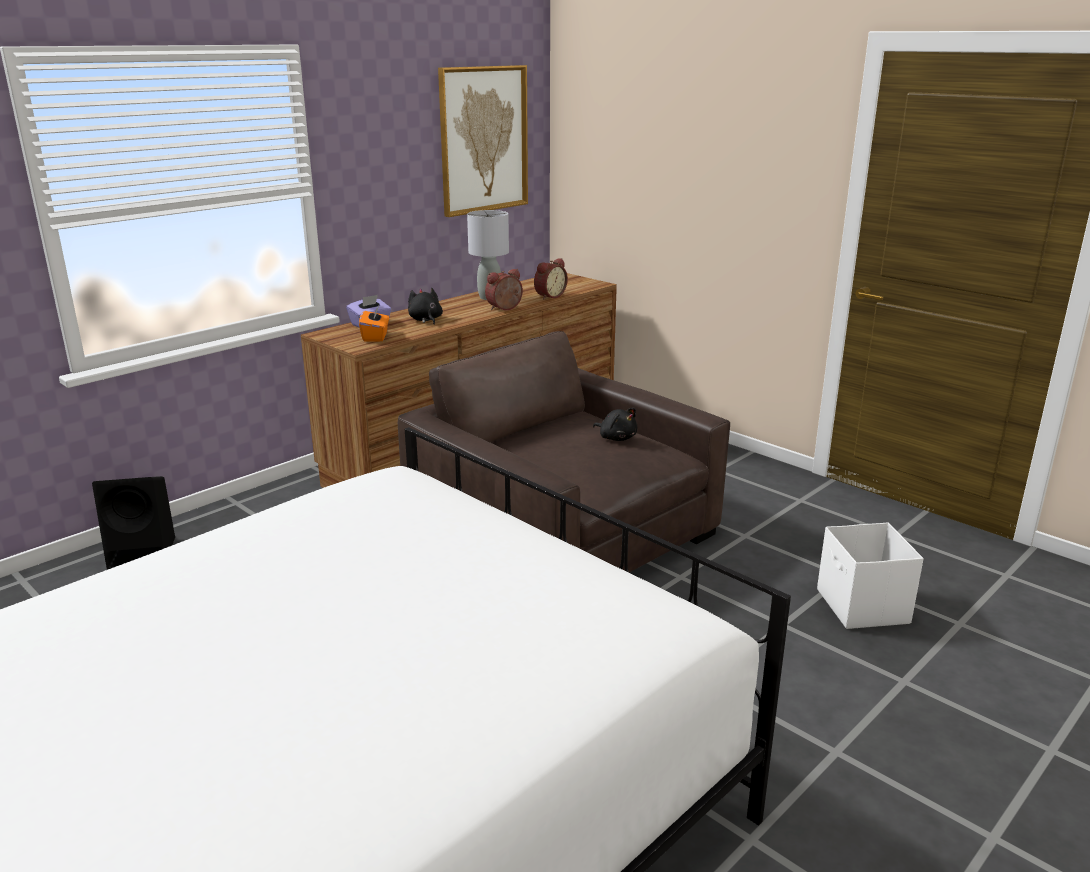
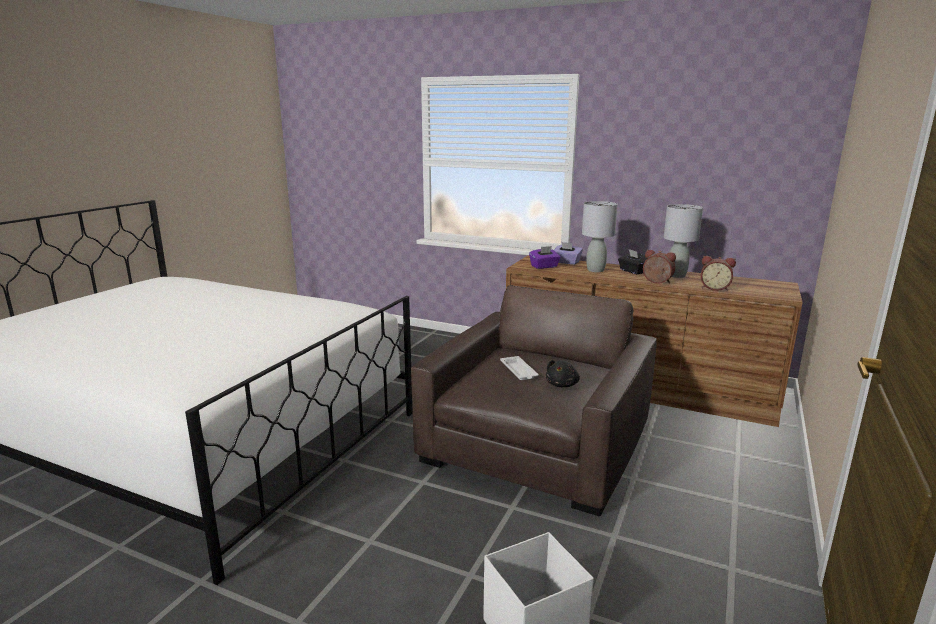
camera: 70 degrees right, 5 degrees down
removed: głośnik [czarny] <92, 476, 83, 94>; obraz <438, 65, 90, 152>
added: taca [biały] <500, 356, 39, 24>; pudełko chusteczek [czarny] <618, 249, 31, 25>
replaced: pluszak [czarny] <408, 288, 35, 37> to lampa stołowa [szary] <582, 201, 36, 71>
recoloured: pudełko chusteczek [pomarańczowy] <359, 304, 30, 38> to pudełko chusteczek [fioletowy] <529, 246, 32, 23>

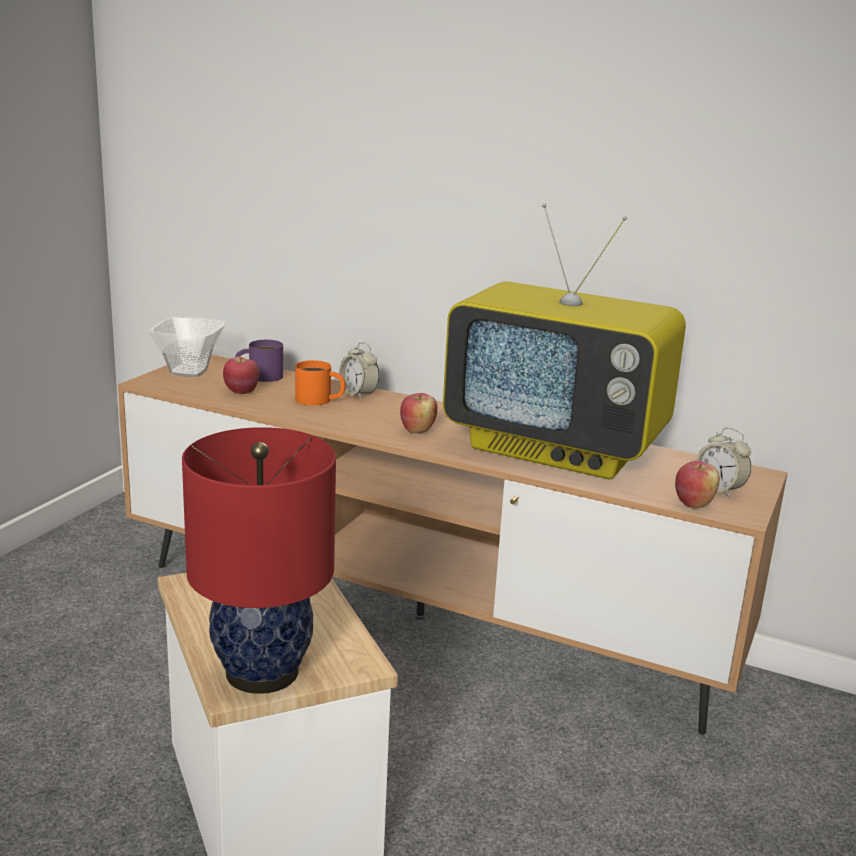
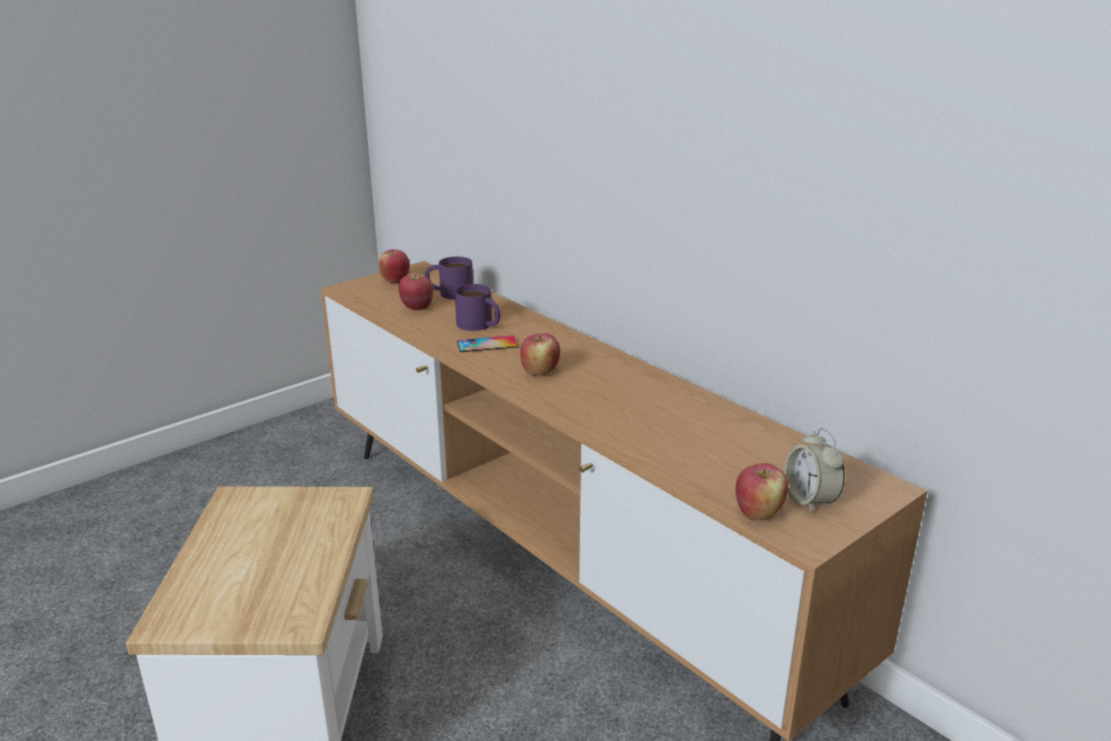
camera: 25 degrees right, 5 degrees up
removed: lampa stołowa [czerwony] <182, 427, 154, 267>; budzik <339, 342, 40, 58>; telewizor <443, 203, 243, 276>
added: telefon <457, 336, 61, 16>
replaced: miska <148, 316, 77, 61> to jabłko <378, 250, 32, 34>
recoloured: kubek [pomarańczowy] <295, 360, 51, 46> to kubek [fioletowy] <455, 284, 45, 47>

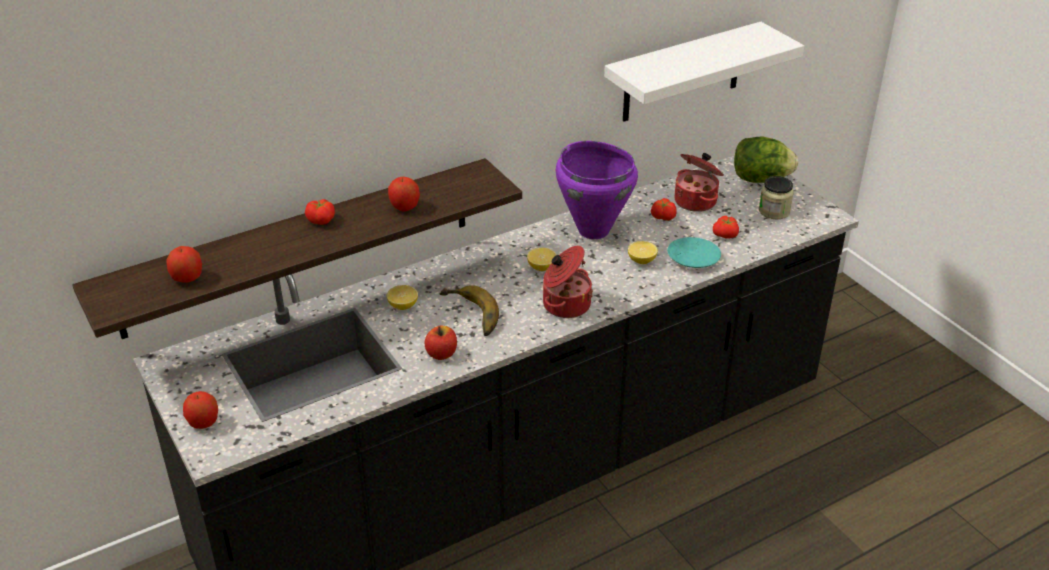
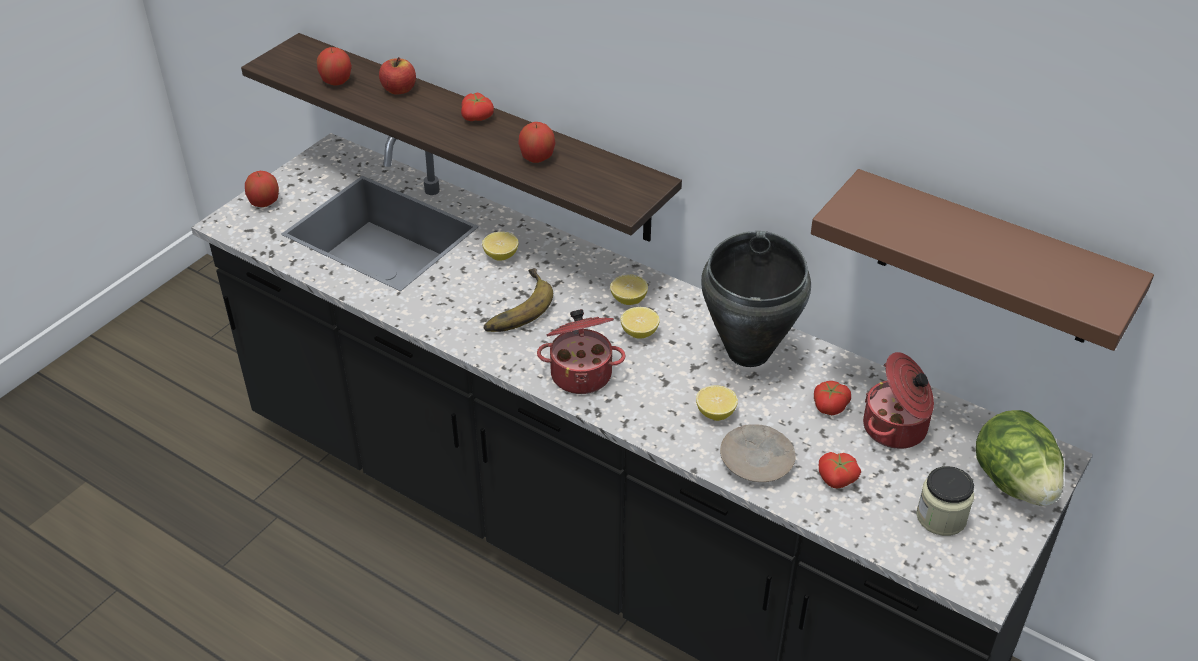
camera: 65 degrees right, 5 degrees up
added: cytryna <610, 275, 38, 30>
moved: jabłko <425, 326, 32, 34> to <379, 57, 37, 38>
recoloured: garnek [fioletowy] <556, 141, 82, 98> to garnek [czarny] <701, 231, 110, 136>; półka [biały] <604, 22, 200, 100> to półka [brązowy] <811, 169, 343, 182>; talerz [turkusowy] <667, 237, 54, 31> to talerz [beżowy] <720, 424, 76, 58>

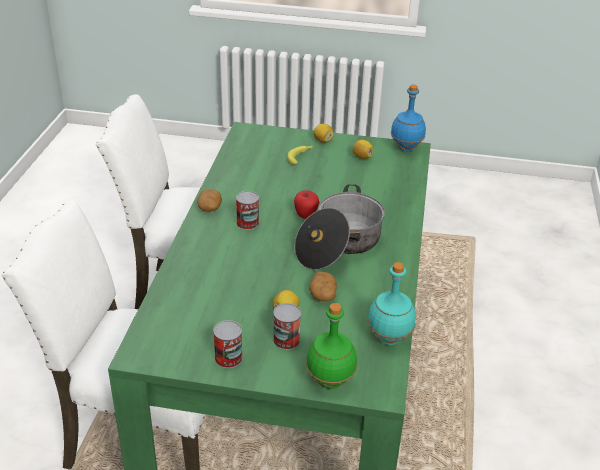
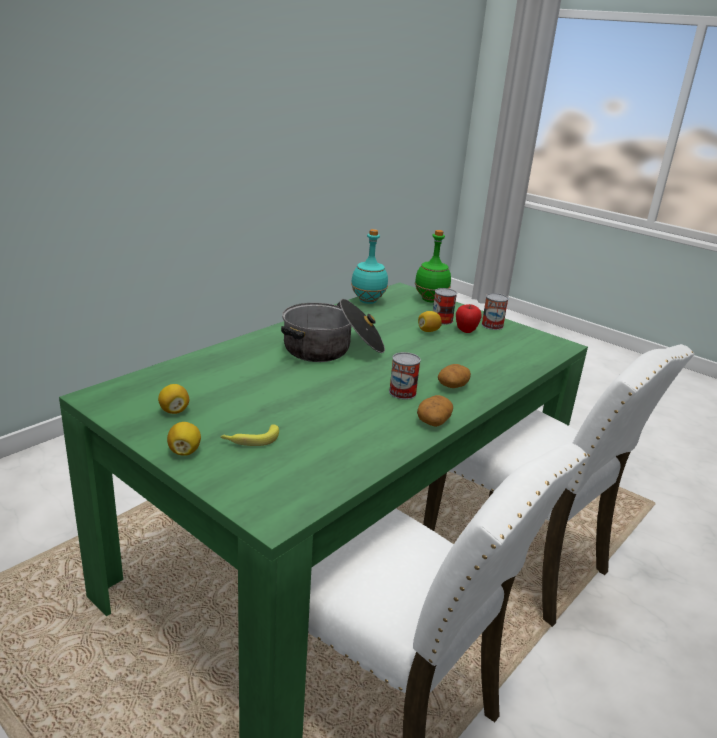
camera: 150 degrees left, 10 degrees down
removed: butelka [niebieski] <391, 85, 35, 66>
moved: jabłko <294, 190, 25, 29> to <456, 304, 26, 29>; ziemniak <309, 272, 28, 30> to <438, 364, 33, 24>

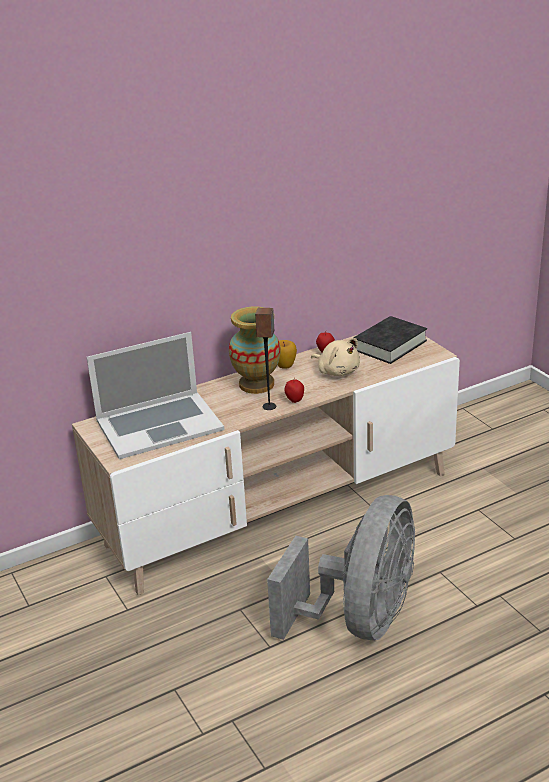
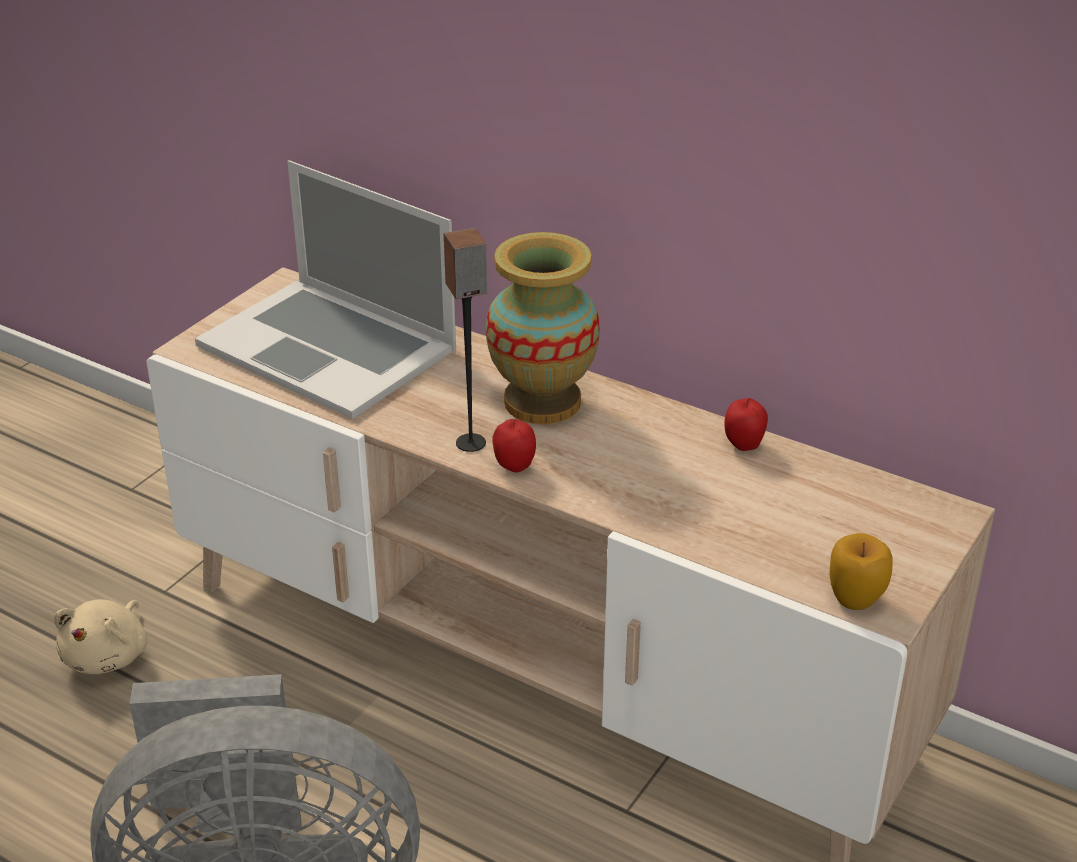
camera: 60 degrees right, 5 degrees up
removed: książka [czarny] <353, 316, 74, 48>
moved: jabłko <278, 340, 19, 29> to <830, 533, 62, 77>; pluszak [beżowy] <311, 338, 49, 38> to <54, 599, 94, 75>

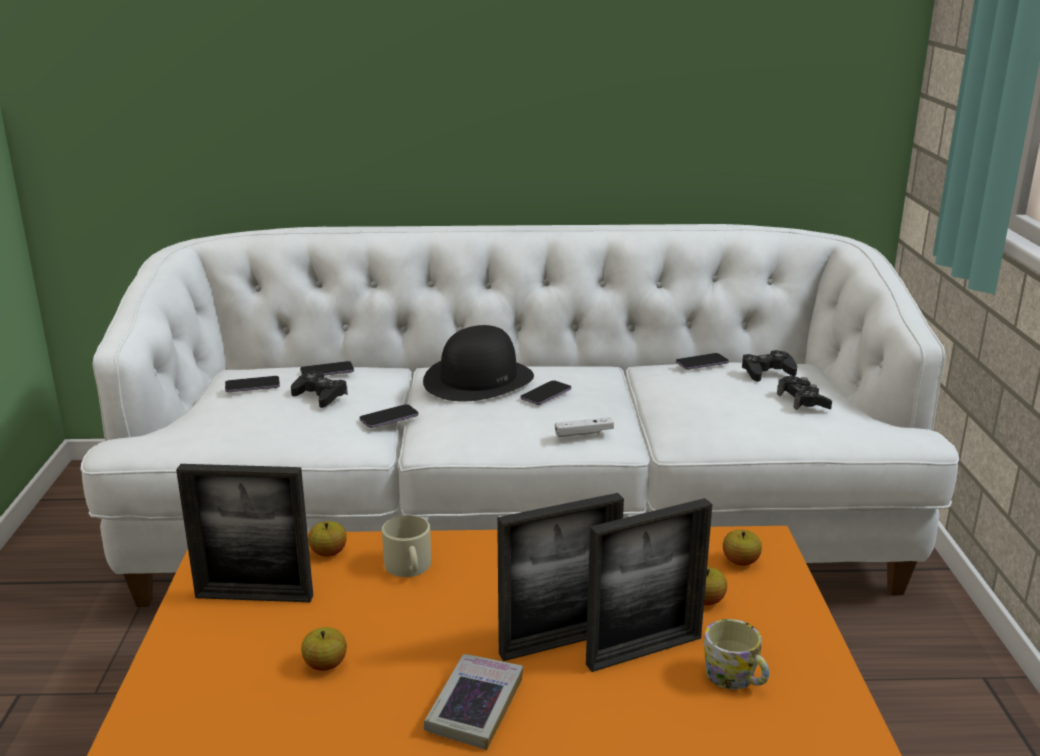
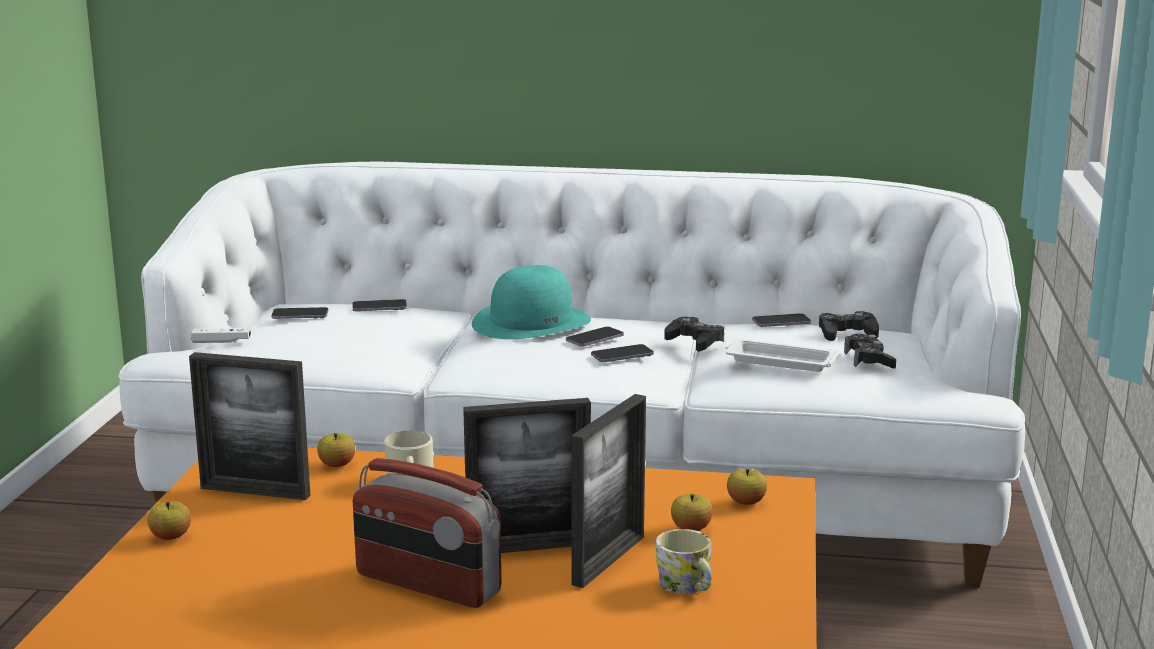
camera: 10 degrees right, 5 degrees down
added: taca [biały] <725, 339, 114, 33>
moved: pad do gier [czarny] <291, 371, 57, 37> to <664, 317, 60, 35>; jabłko <301, 627, 46, 44> to <147, 501, 44, 39>; telefon <359, 404, 60, 24> to <591, 344, 63, 18>; pad do gier [biały] <555, 417, 59, 20> to <191, 328, 60, 15>
replaced: książka <424, 654, 99, 96> to radio <353, 458, 148, 150>
recoloured: kapelusz [czarny] <423, 325, 111, 76> to kapelusz [turkusowy] <472, 265, 119, 74>
turned: ramka na zdjęcie <586, 498, 126, 174> = <571, 394, 75, 194> 45 degrees counterclockwise

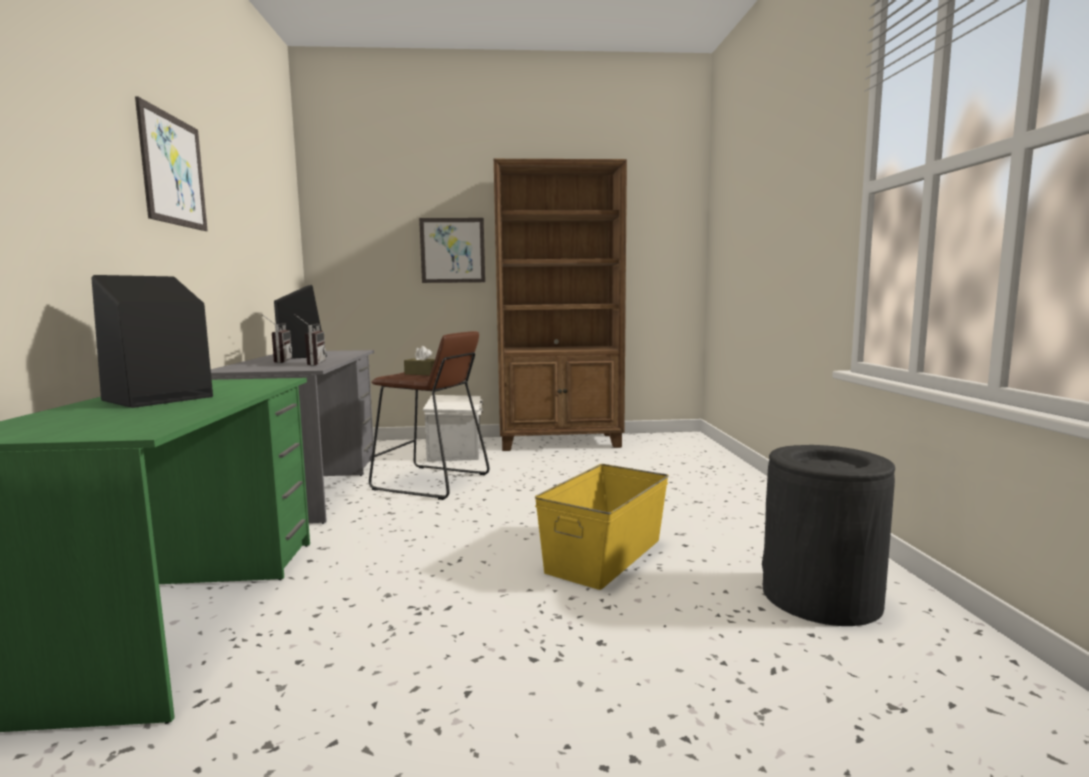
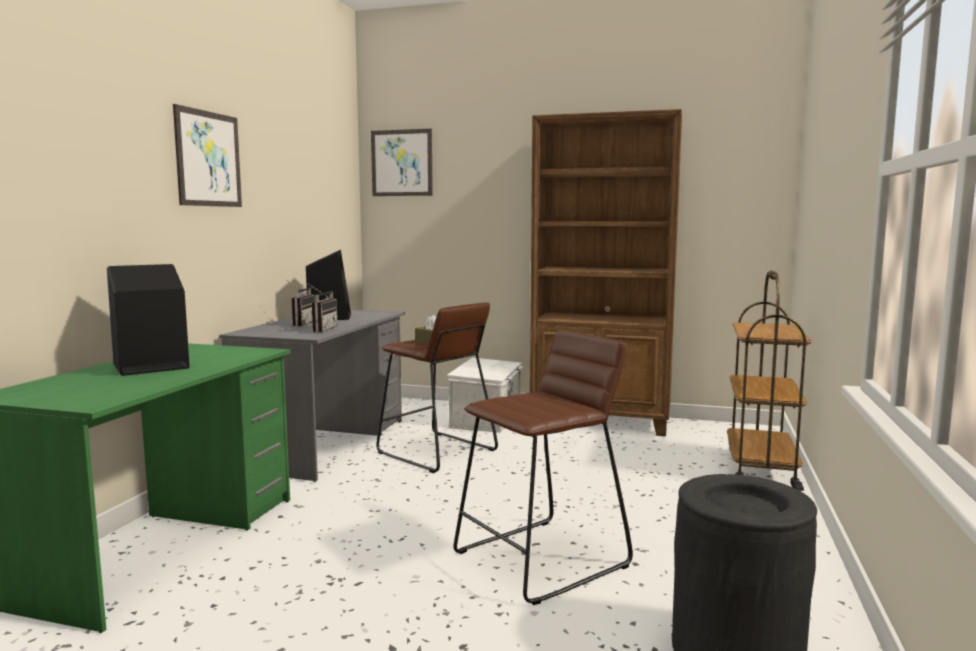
camera: 20 degrees right, 0 degrees up
added: wózek [brązowy] <727, 271, 85, 220>
moved: obraz <419, 218, 66, 65> to <371, 129, 62, 67>
replaced: pojemnik do przechowywania [żółty] <535, 464, 134, 126> to stołek [brązowy] <453, 330, 180, 275>

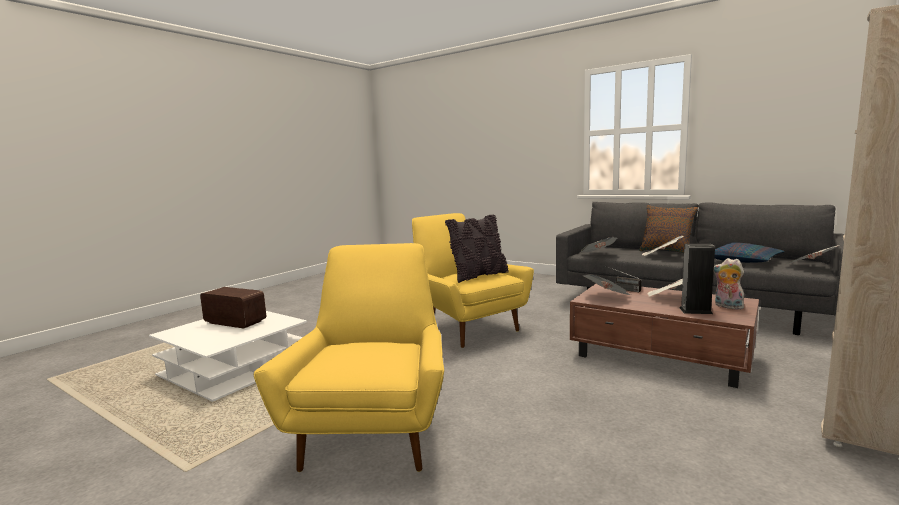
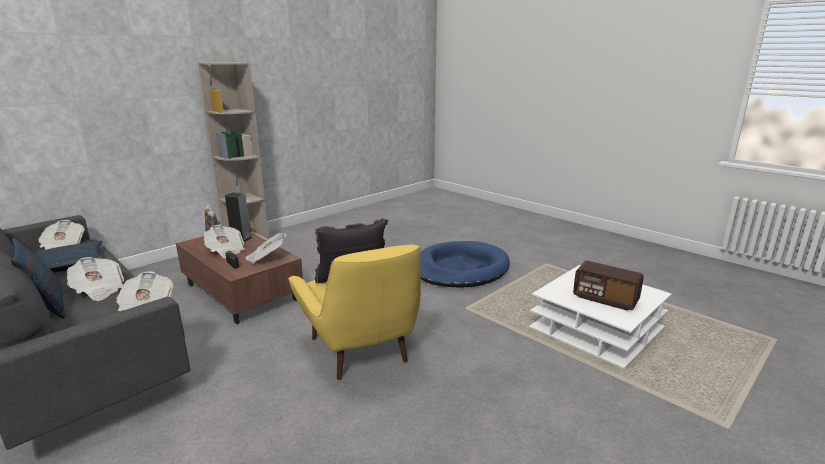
camera: 170 degrees left, 10 degrees up
replaced: fotel [żółty] <254, 243, 190, 229> to legowisko [niebieski] <420, 241, 90, 47>
recoloured: poduszka [brązowy] <639, 205, 59, 48> to poduszka [niebieski] <11, 238, 54, 80>

